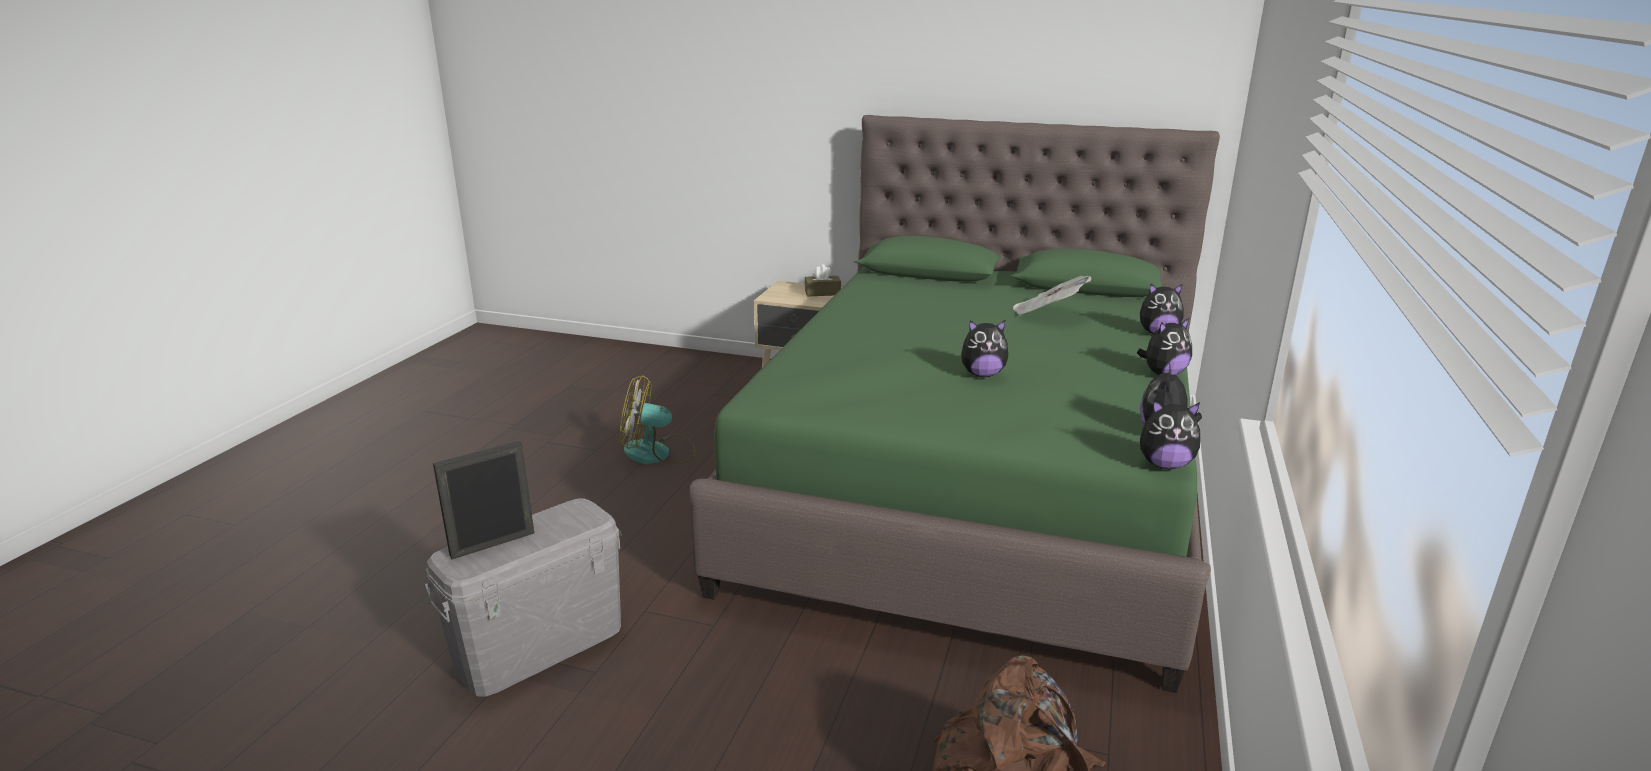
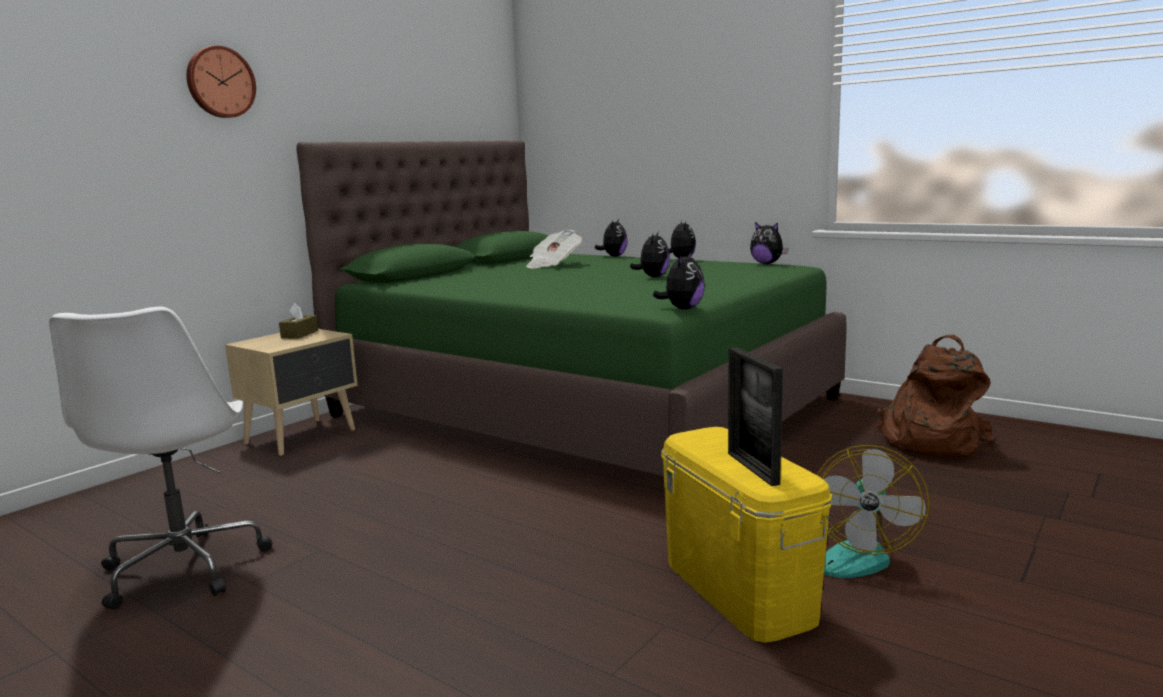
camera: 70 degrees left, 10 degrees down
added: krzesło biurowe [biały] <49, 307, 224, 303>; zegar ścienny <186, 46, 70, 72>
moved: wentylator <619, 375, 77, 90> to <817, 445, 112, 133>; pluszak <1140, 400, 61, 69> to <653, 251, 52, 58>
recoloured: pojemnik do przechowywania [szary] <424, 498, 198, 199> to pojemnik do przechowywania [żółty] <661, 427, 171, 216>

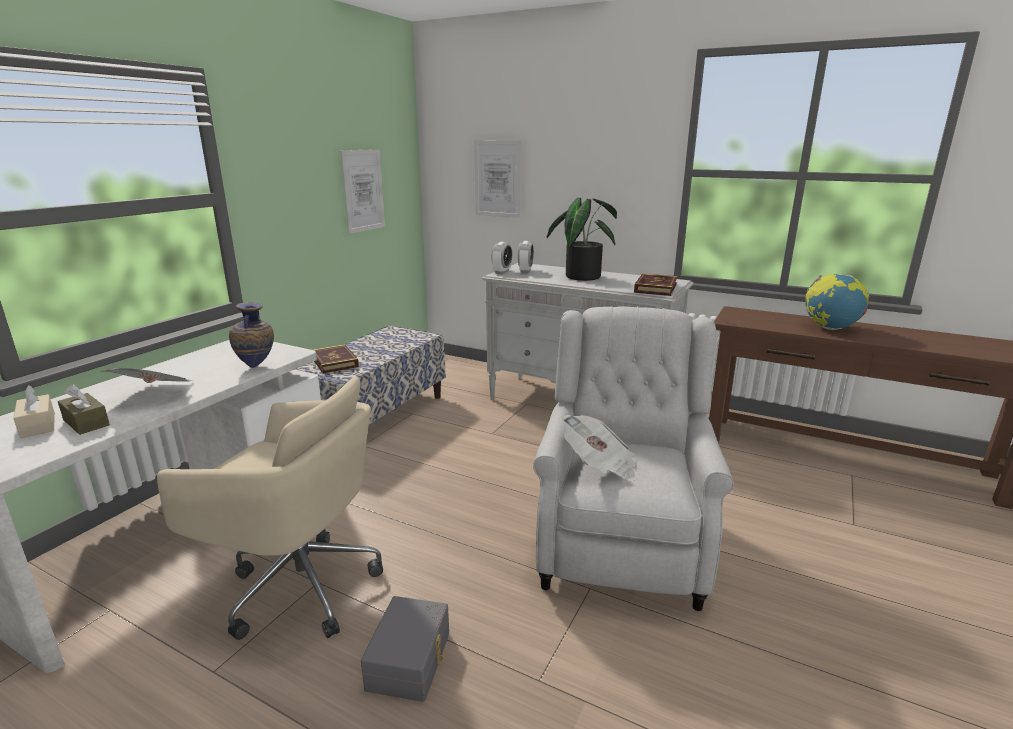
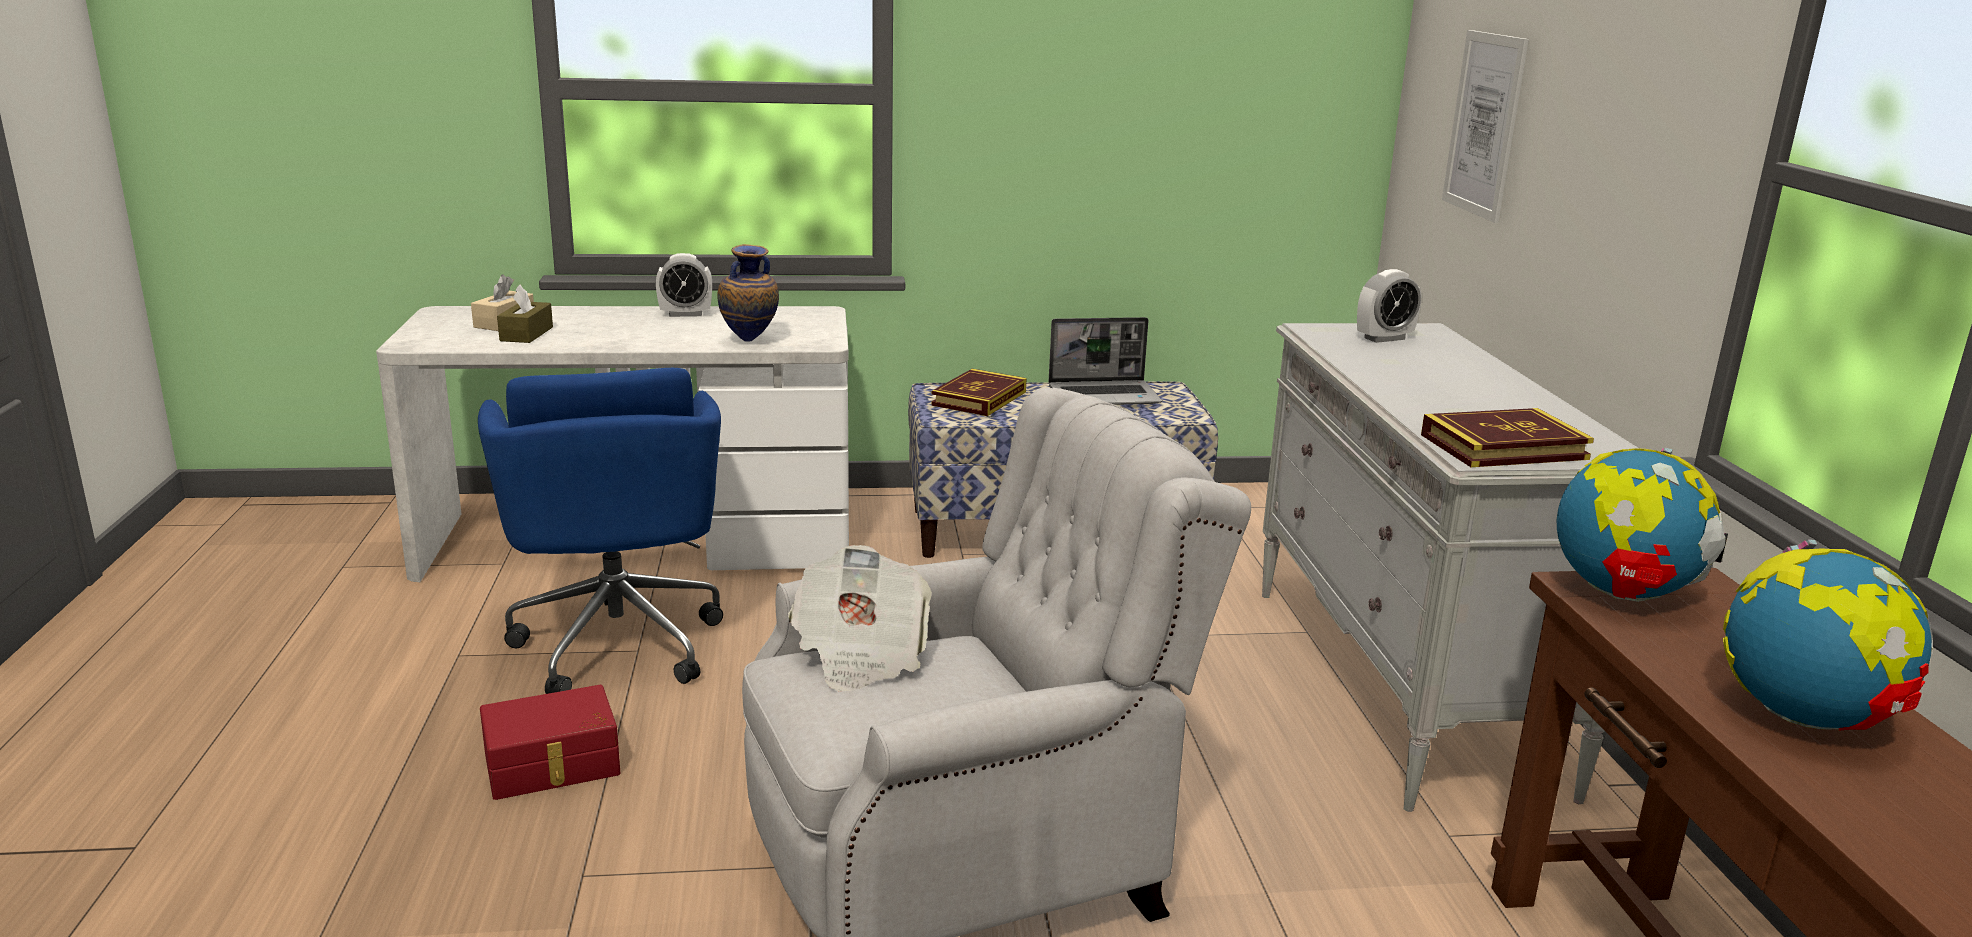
camera: 55 degrees right, 0 degrees up
removed: gazeta <100, 368, 93, 15>; obraz <340, 149, 45, 85>; roślina doniczkowa <547, 198, 70, 83>
added: laptop <1049, 317, 113, 88>; globus <1557, 447, 171, 155>
moved: budzik <491, 242, 21, 32> to <656, 253, 56, 64>
recoloured: krzesło biurowe [beżowy] <157, 377, 226, 263> to krzesło biurowe [niebieski] <478, 368, 245, 326>; pojemnik do przechowywania [szary] <361, 596, 88, 106> to pojemnik do przechowywania [czerwony] <480, 685, 140, 115>

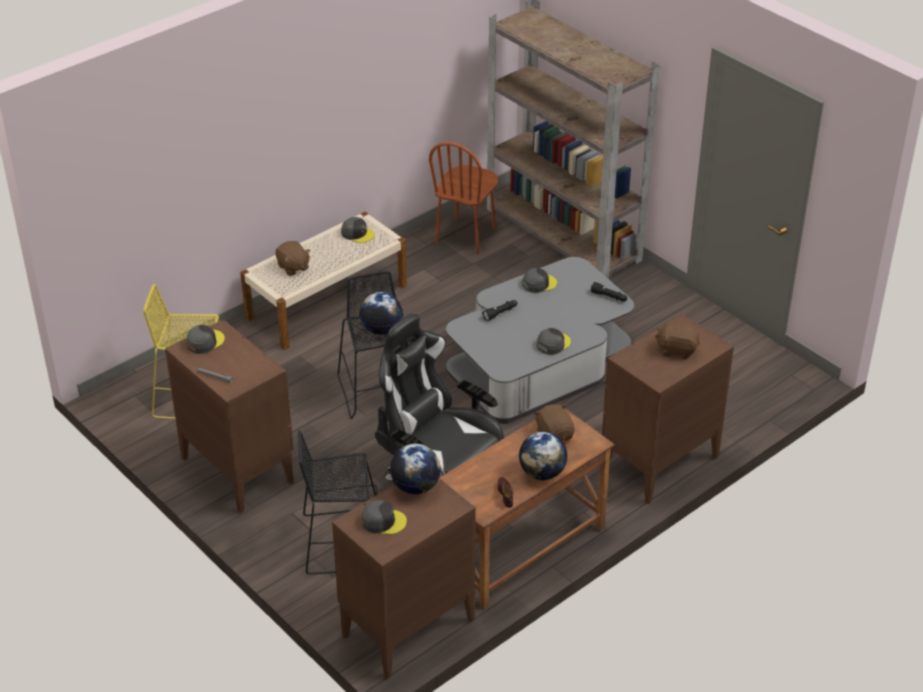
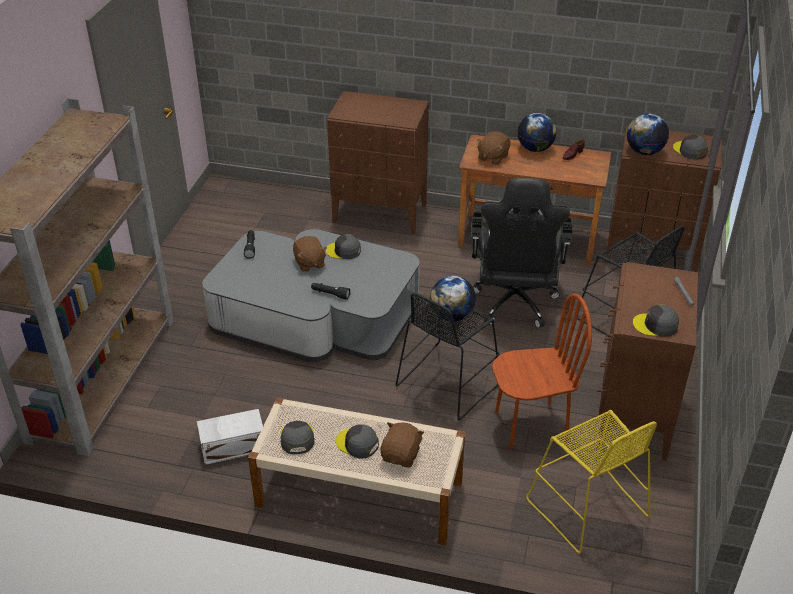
camera: 125 degrees left, 0 degrees up
added: pojemnik do przechowywania [biały] <197, 409, 66, 56>
moved: krzesło [brązowy] <429, 142, 69, 112> to <492, 293, 100, 158>; czapka z daszkiem [szary] <522, 268, 35, 25> to <336, 424, 43, 35>; pluszak [brązowy] <655, 319, 45, 40> to <293, 236, 34, 36>

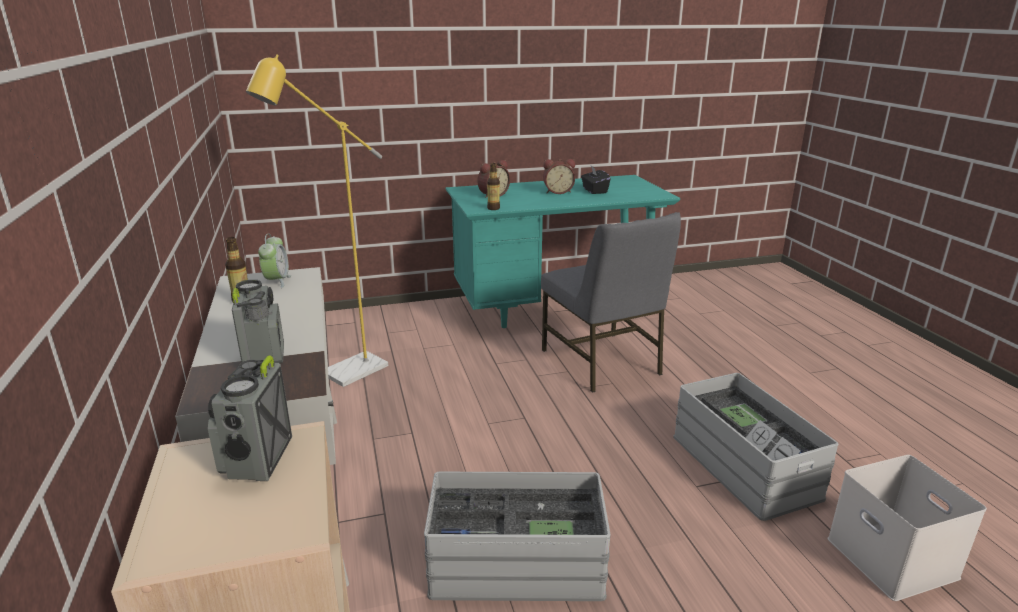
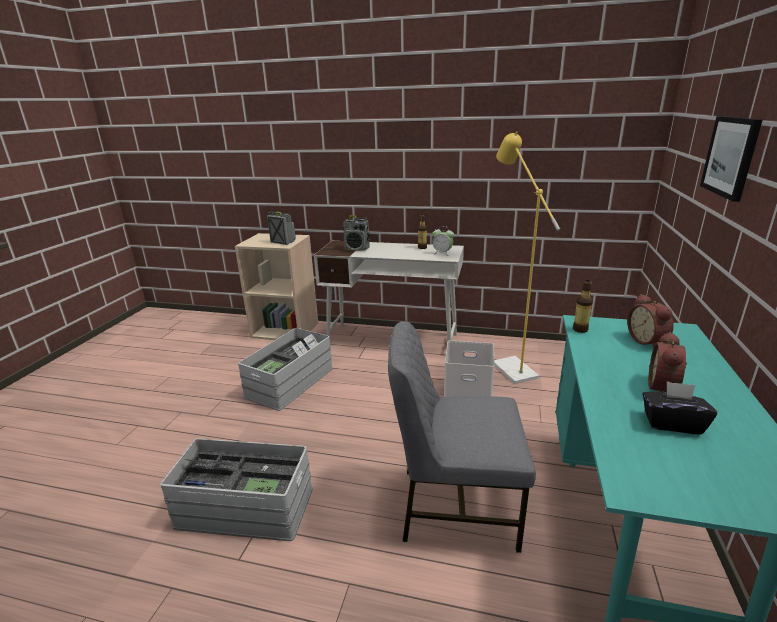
camera: 120 degrees right, 0 degrees up
added: obraz <700, 116, 62, 86>
moved: pojemnik do przechowywania [biały] <828, 455, 159, 146> to <444, 340, 51, 57>

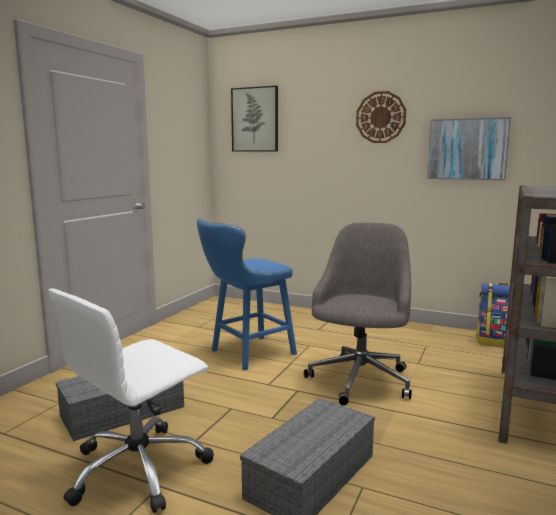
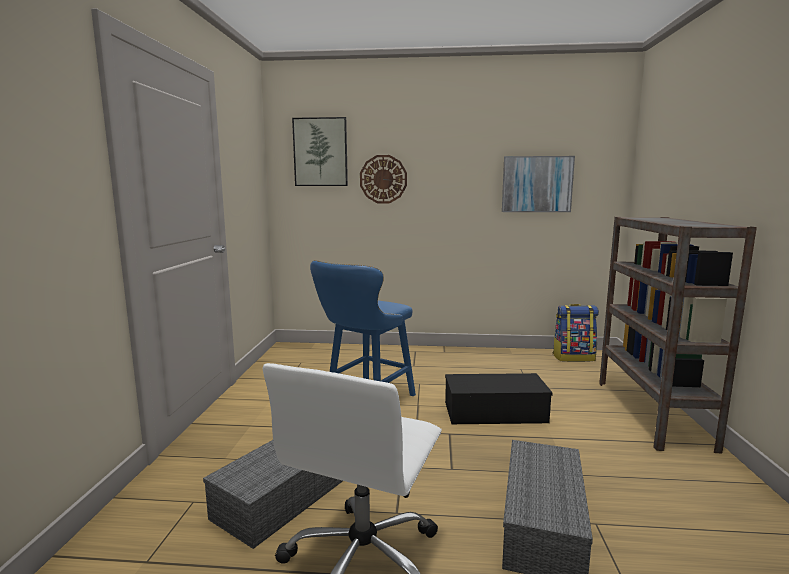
camera: 20 degrees left, 0 degrees up
moved: zegar ścienny <356, 91, 50, 52> to <360, 155, 47, 48>
replaced: krzesło biurowe [szary] <304, 222, 108, 183> to pojemnik do przechowywania [czarny] <445, 373, 108, 51>

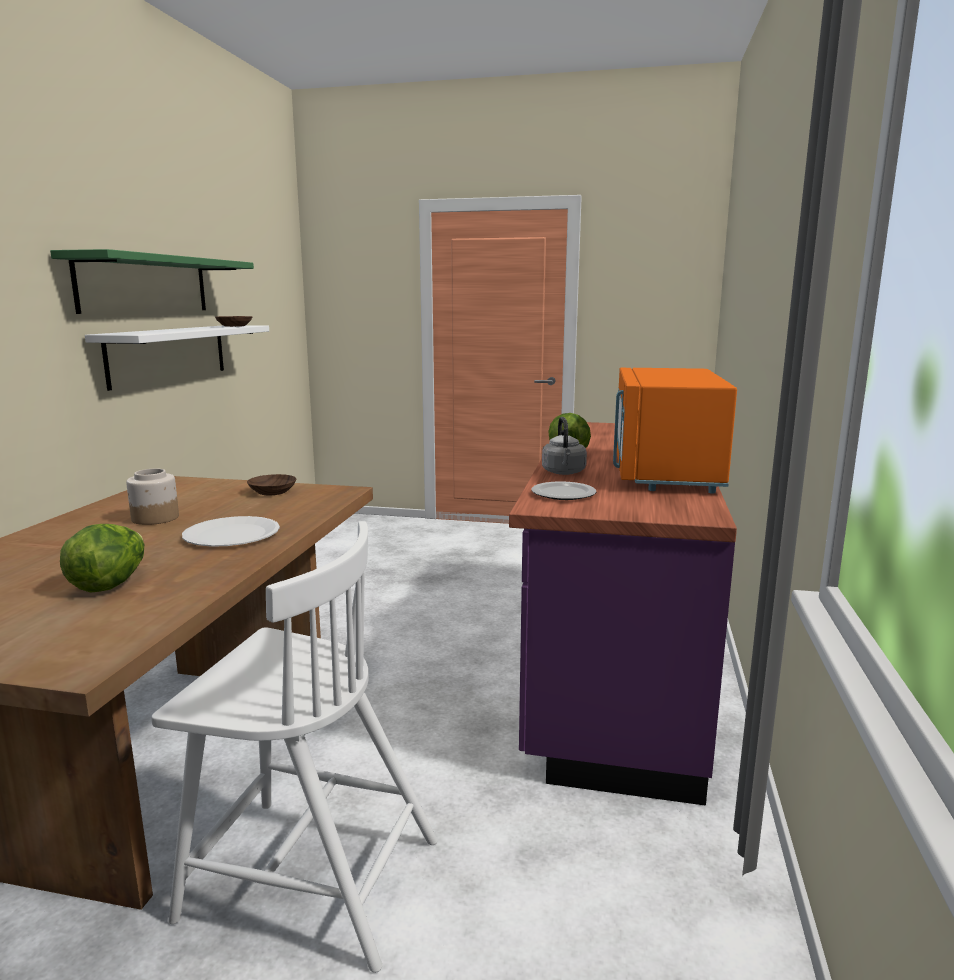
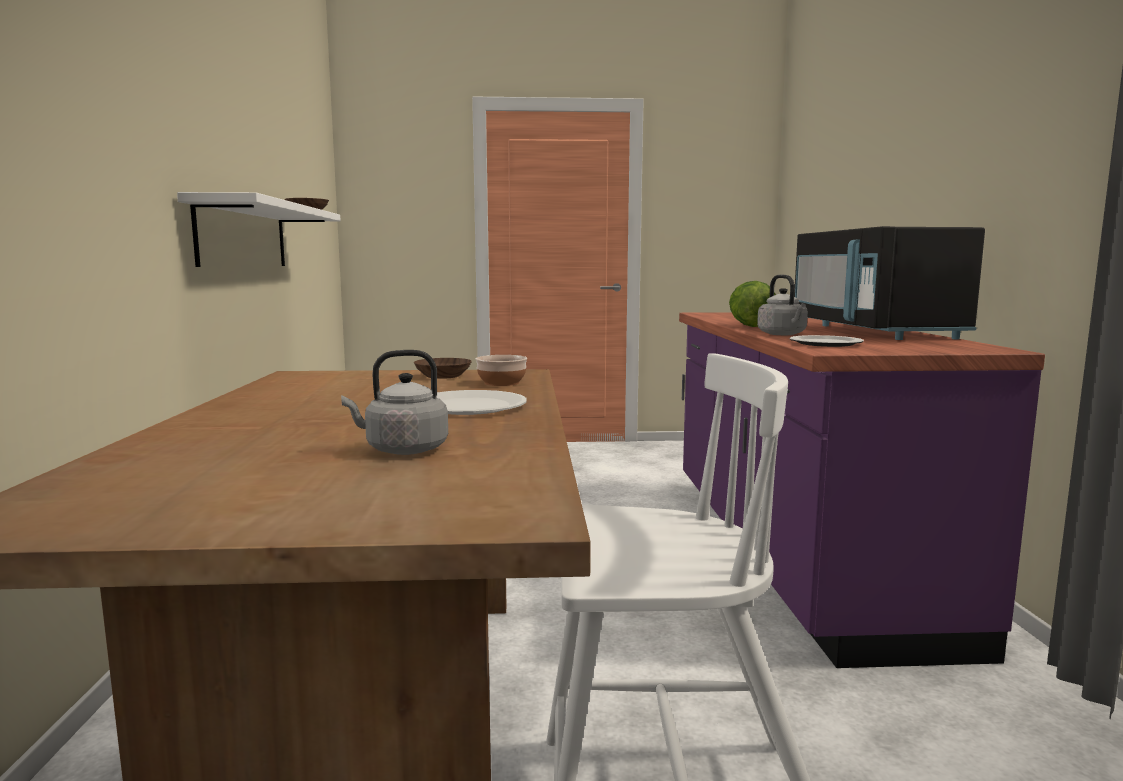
camera: 15 degrees left, 5 degrees down
removed: półka [zielony] <50, 249, 204, 65>; słoik <126, 469, 53, 56>
added: miska <476, 355, 51, 31>
replaced: sałata <60, 524, 84, 69> to czajnik [szary] <341, 350, 107, 105>
recoloured: mikrofalówka [pomarańczowy] <613, 368, 124, 126> to mikrofalówka [czarny] <794, 226, 191, 114>

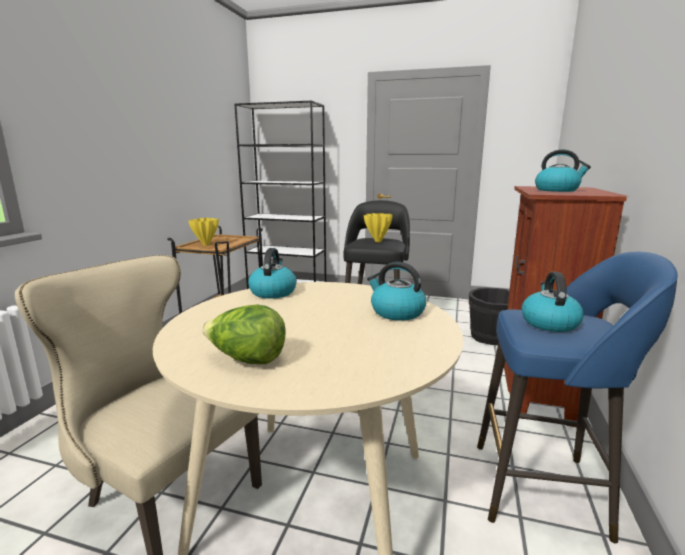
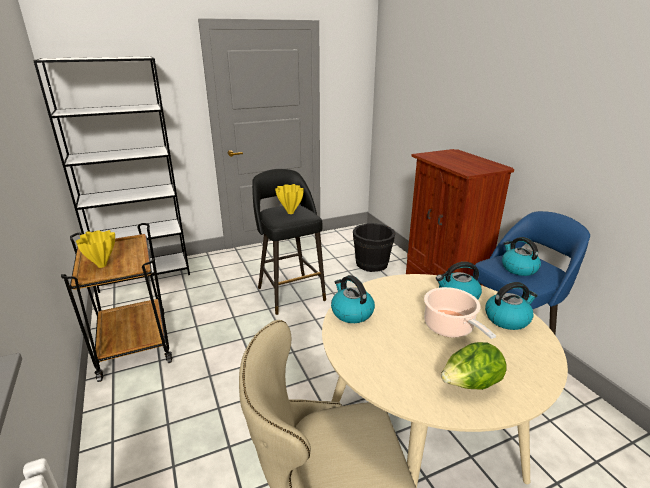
camera: 40 degrees left, 10 degrees up
added: garnek <424, 287, 72, 52>
moved: czajnik <535, 149, 56, 43> to <485, 282, 53, 48>

